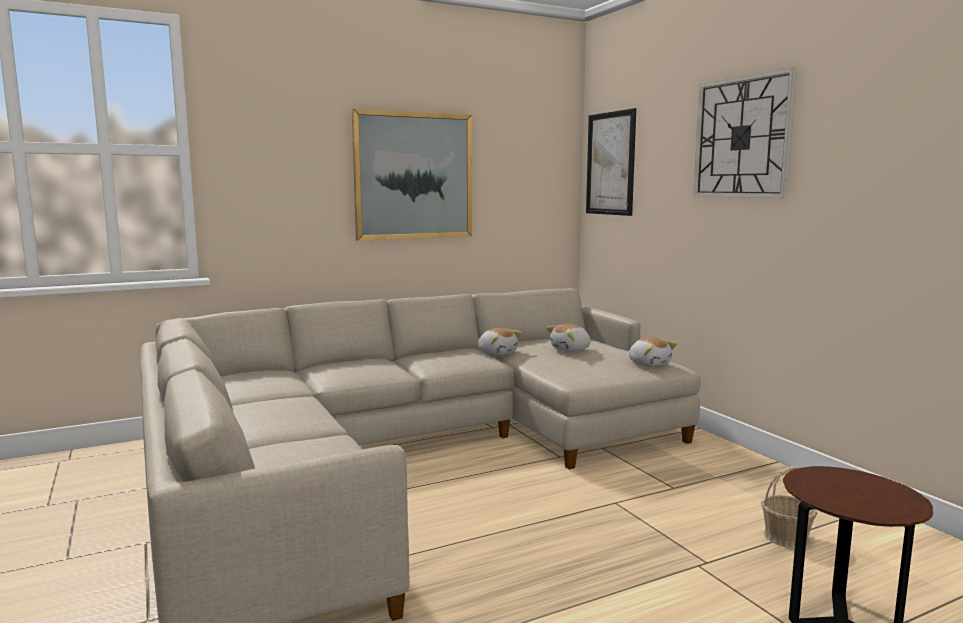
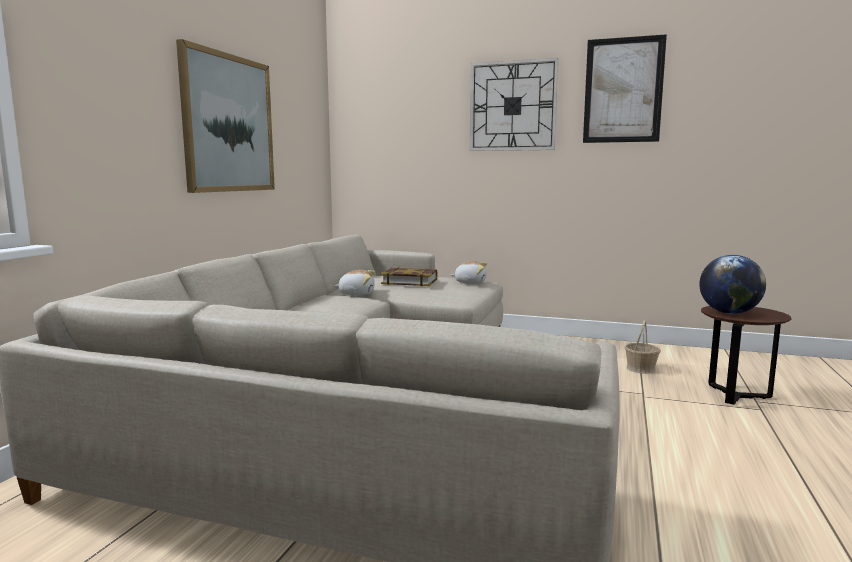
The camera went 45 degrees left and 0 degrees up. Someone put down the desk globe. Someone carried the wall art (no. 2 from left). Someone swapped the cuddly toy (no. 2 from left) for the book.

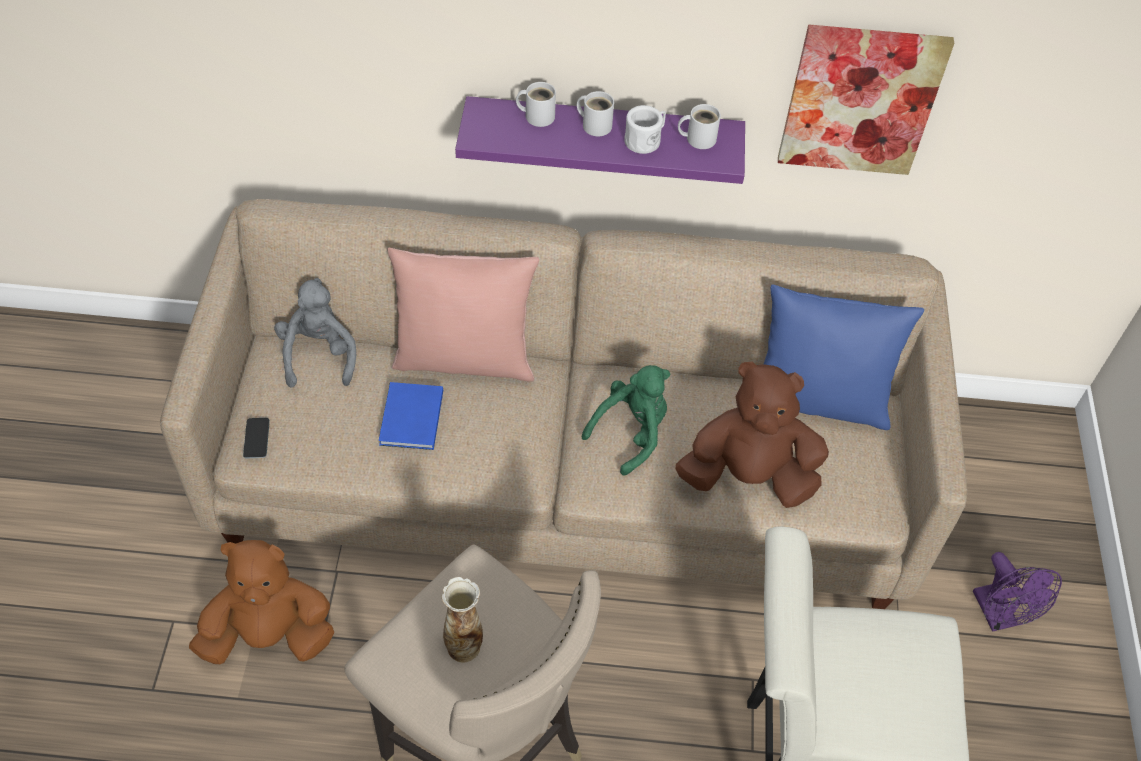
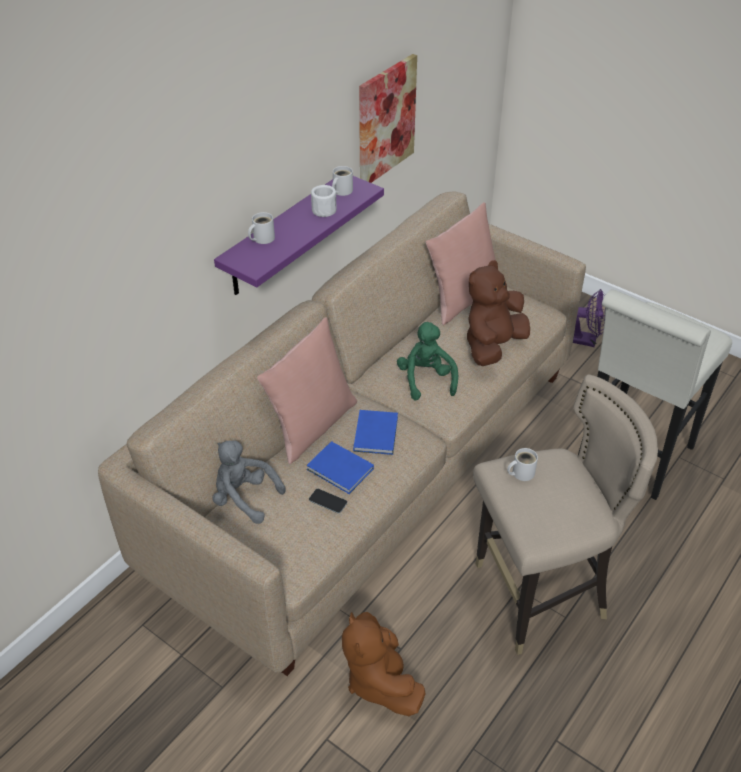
The camera went 55 degrees left and 10 degrees down. Someone took away the decorative vase. Someone put down the book in bluish (no. 2 from left). Someone carried the telephone. Someone carried the coffee mug in white-coloured (no. 2 from left in the first image). Someone repainted the pillow in bluish, which became the pillow in pinkish (no. 2 from left). Someone rotated the cuddly toy in brown (no. 1 from left) by 45 degrees counterclockwise.

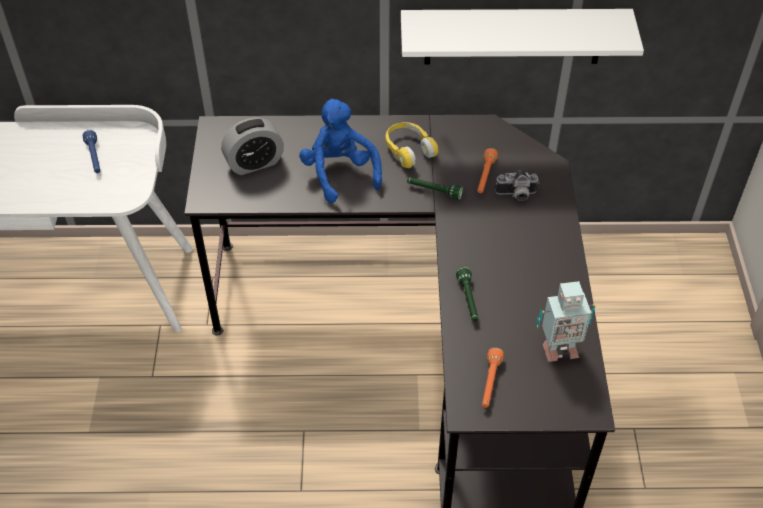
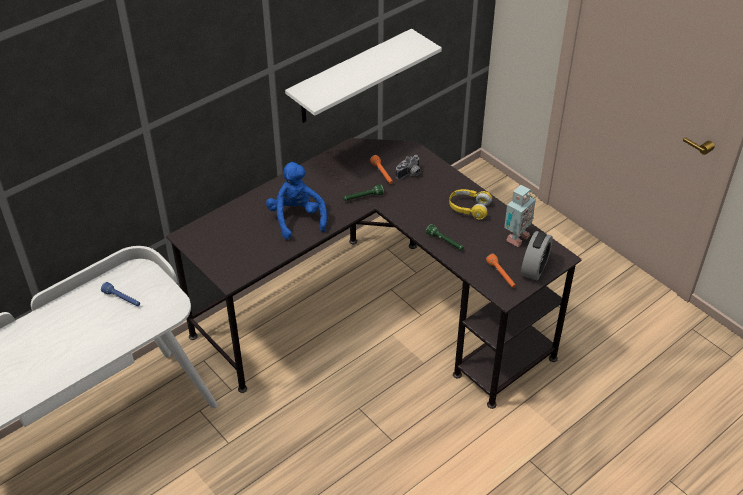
The camera went 40 degrees left and 5 degrees down. Someone carried the bedside clock. Someone carried the pair of headphones in yellow. Someone rotated the cuddly toy in bluish by 45 degrees clockwise.

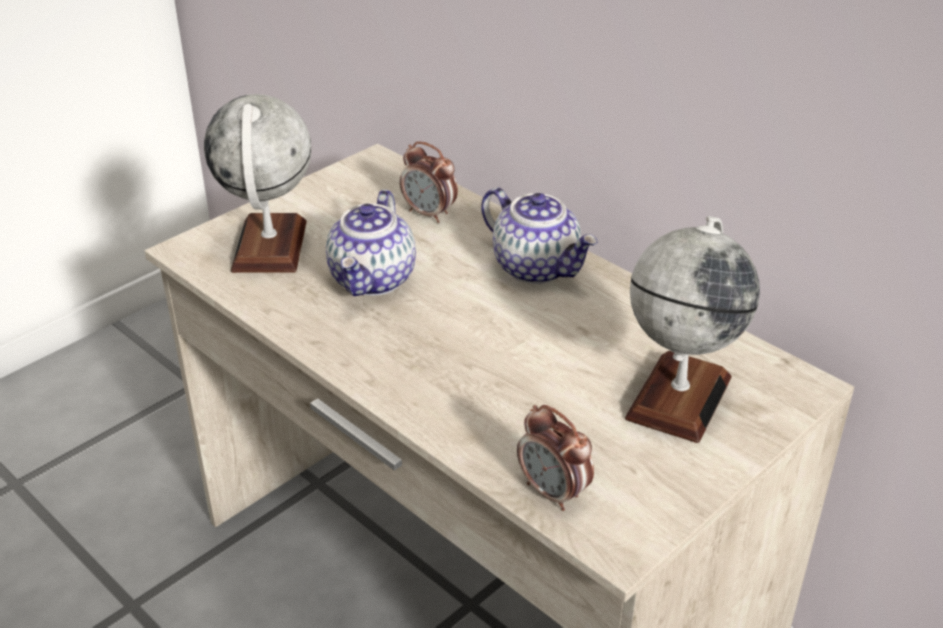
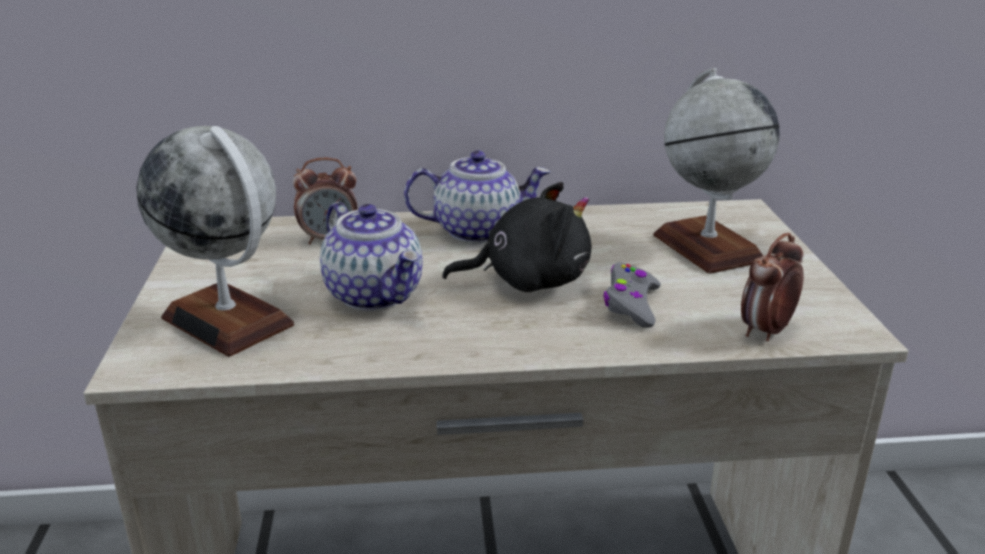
The camera went 50 degrees left and 10 degrees down. Someone put down the cuddly toy in black-coloured. Someone put down the gamepad in greyish. Someone rotated the bedside clock (no. 2 from left) by 135 degrees clockwise.

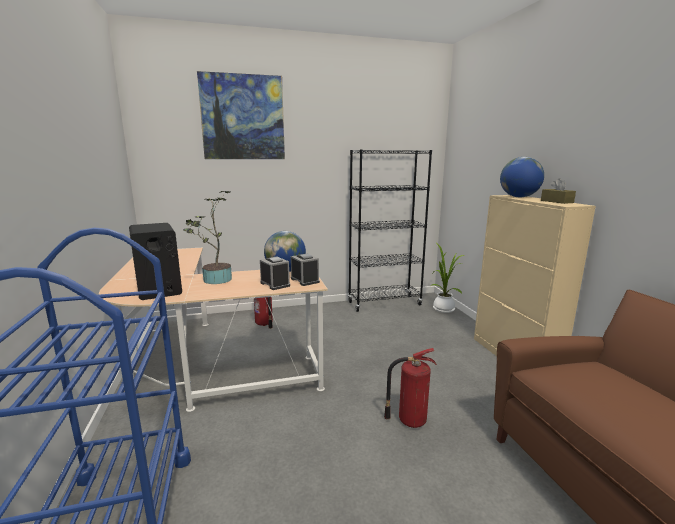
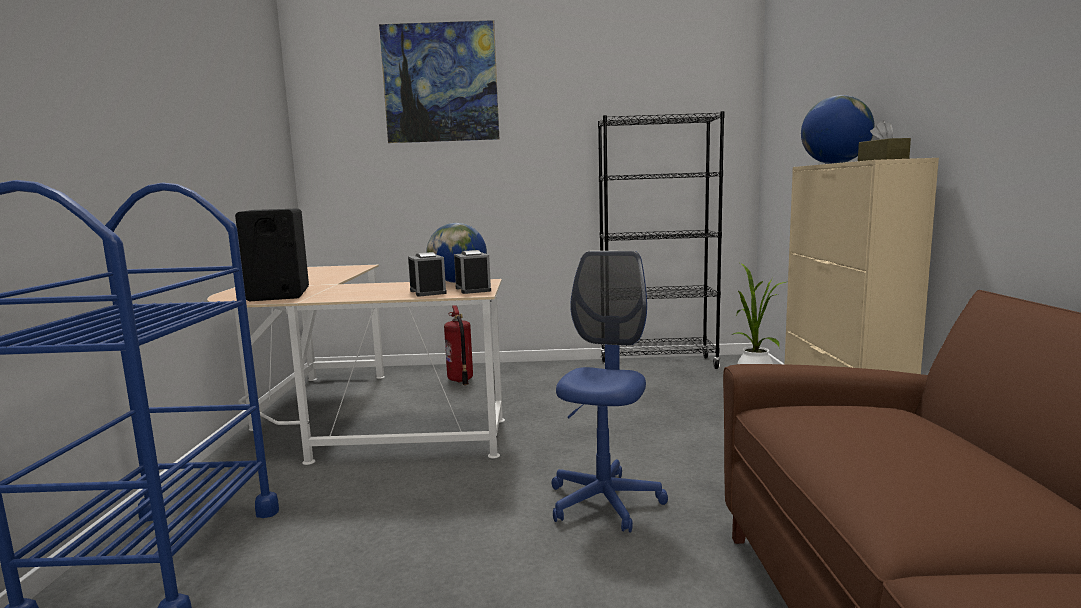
The camera went 15 degrees right and 5 degrees down. Someone took away the houseplant (no. 1 from left). Someone swapped the extinguisher (no. 2 from left) for the office chair in bluish.

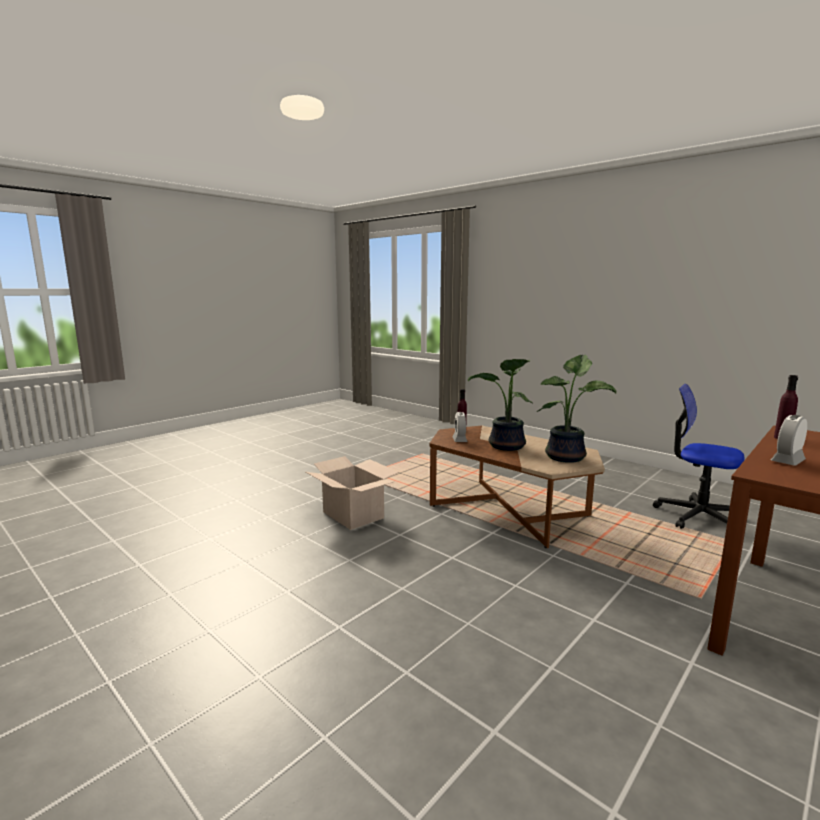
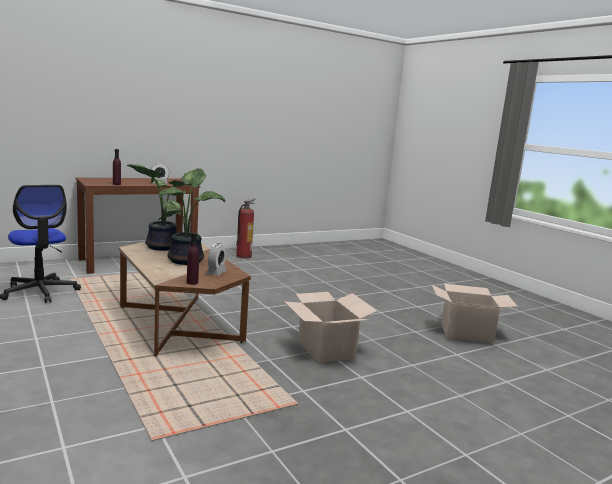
The camera went 165 degrees left and 0 degrees up. Someone put down the extinguisher. Someone put down the carton (no. 2 from left).

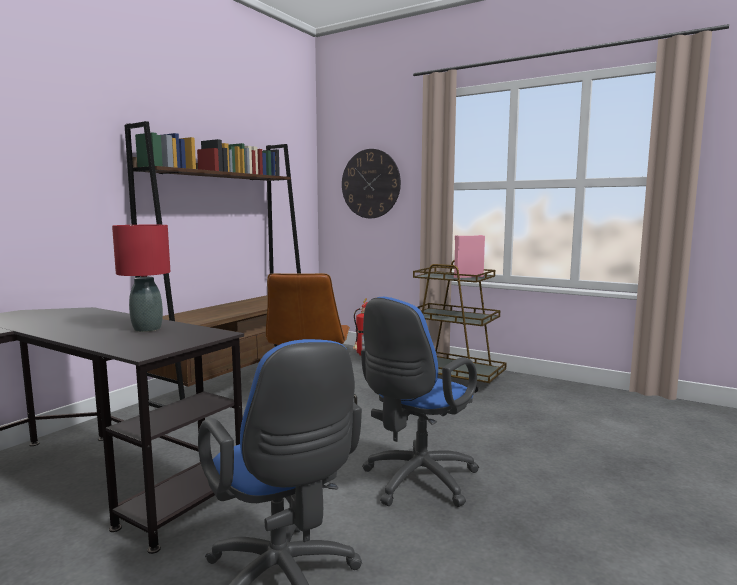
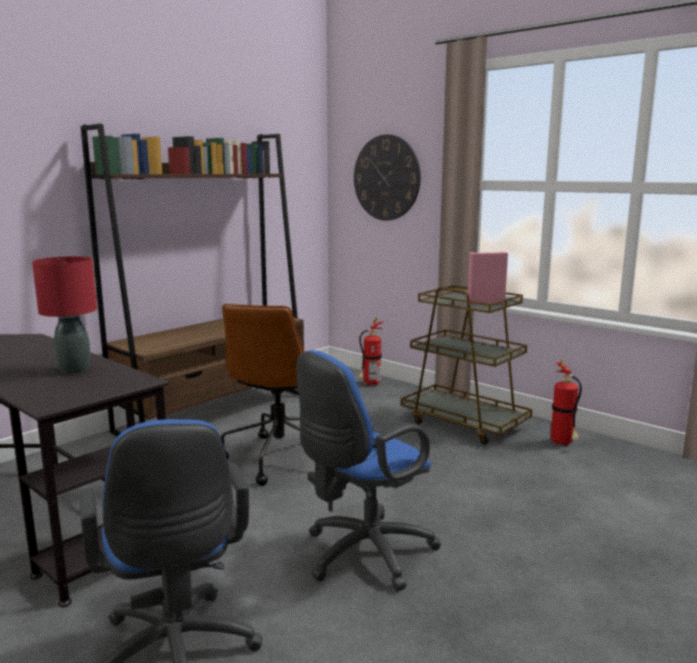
The camera went 10 degrees right and 5 degrees up. Someone put down the extinguisher (no. 2 from left).

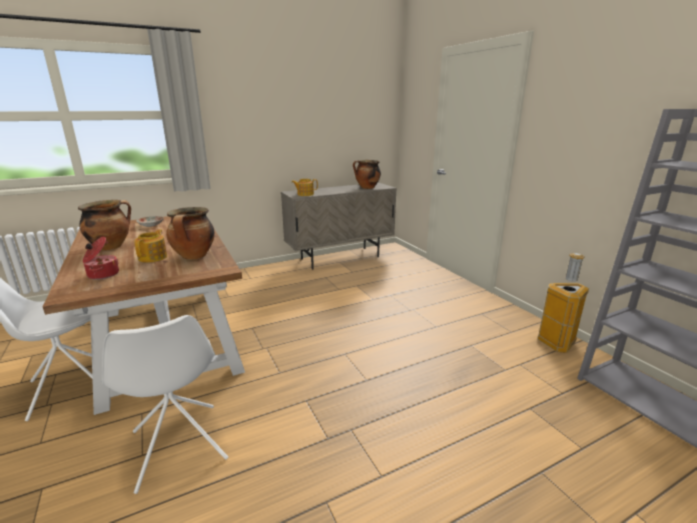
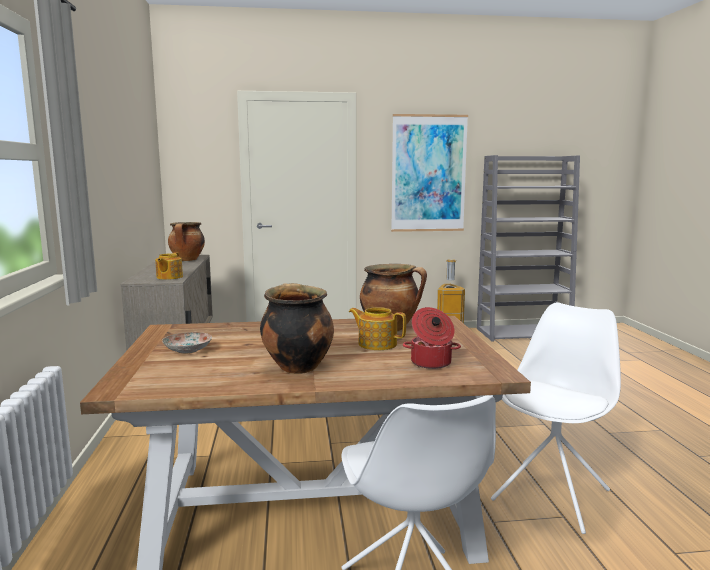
The camera went 70 degrees left and 10 degrees down. Someone put up the wall art. Someone rotated the plain chair in white-coloured (no. 2 from left) by 45 degrees counterclockwise.

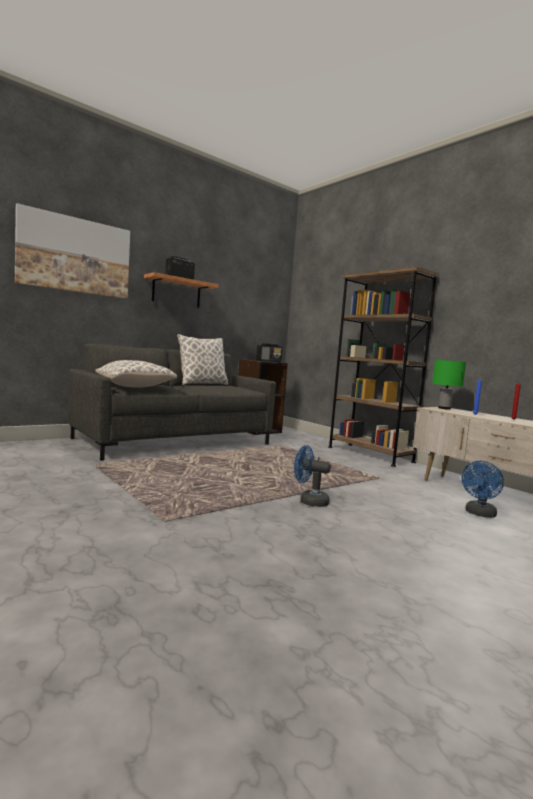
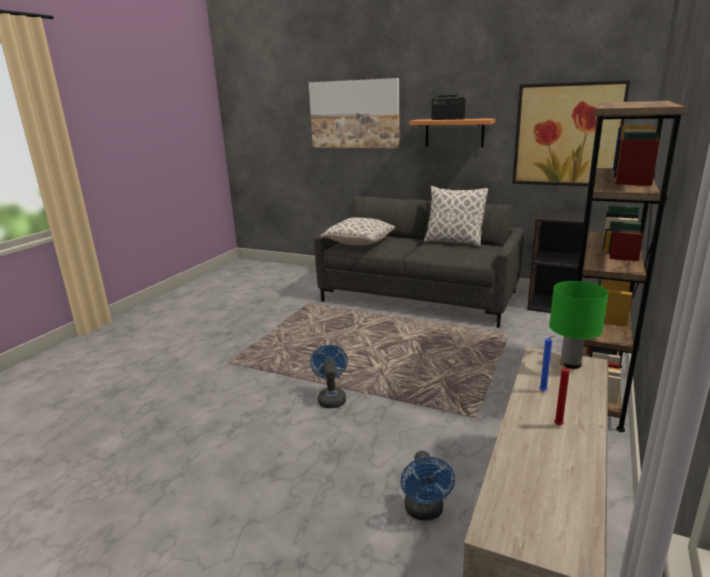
The camera went 65 degrees right and 15 degrees up. Someone took away the radio (no. 2 from left). Someone put up the wall art (no. 2 from left). Someone rotated the fan in bluish (no. 2 from left) by 105 degrees counterclockwise.

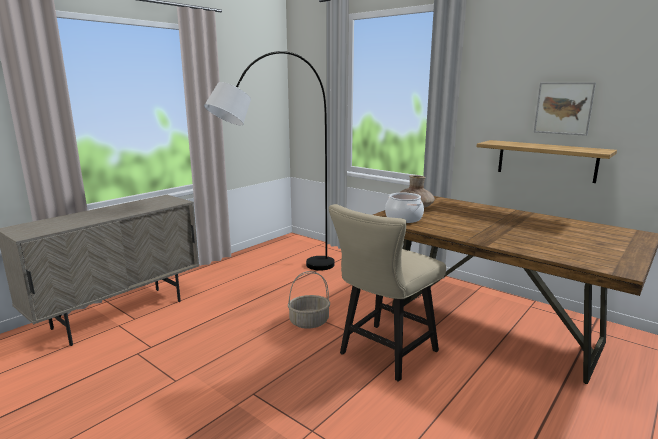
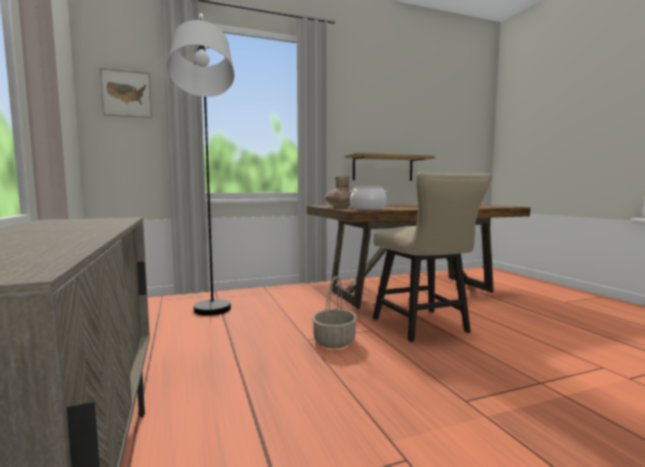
The camera went 60 degrees left and 10 degrees down. Someone carried the wall art.

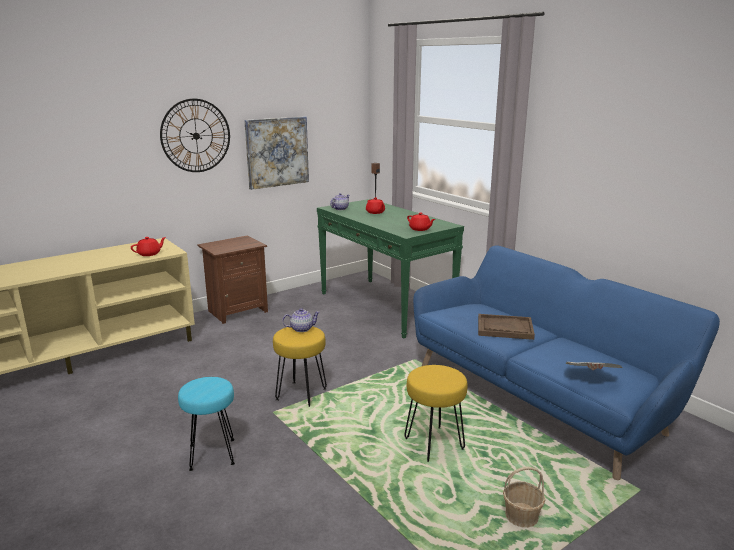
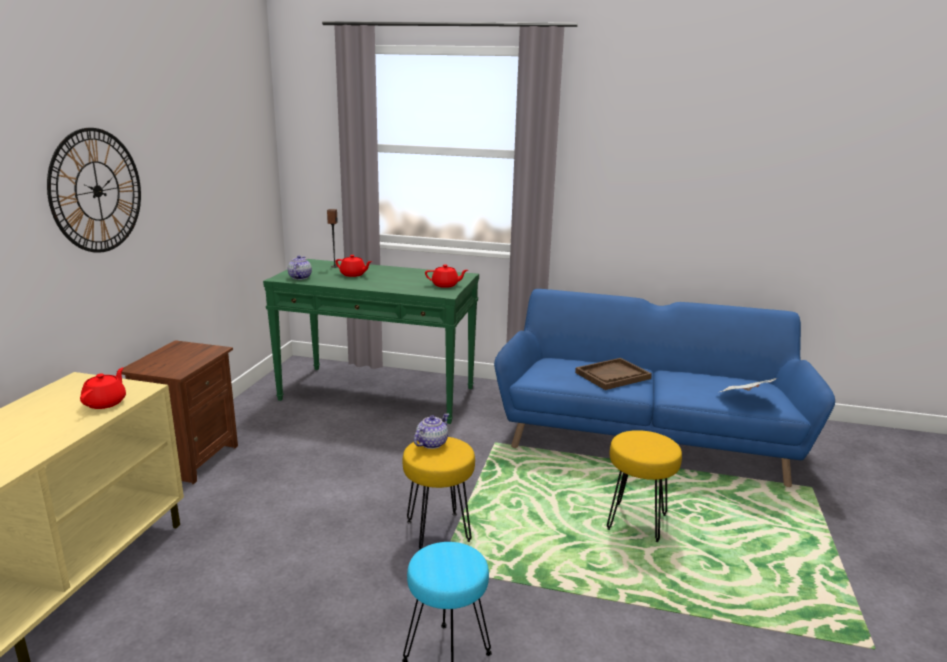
The camera went 40 degrees left and 0 degrees up. Someone took away the wall art. Someone took away the basket.

